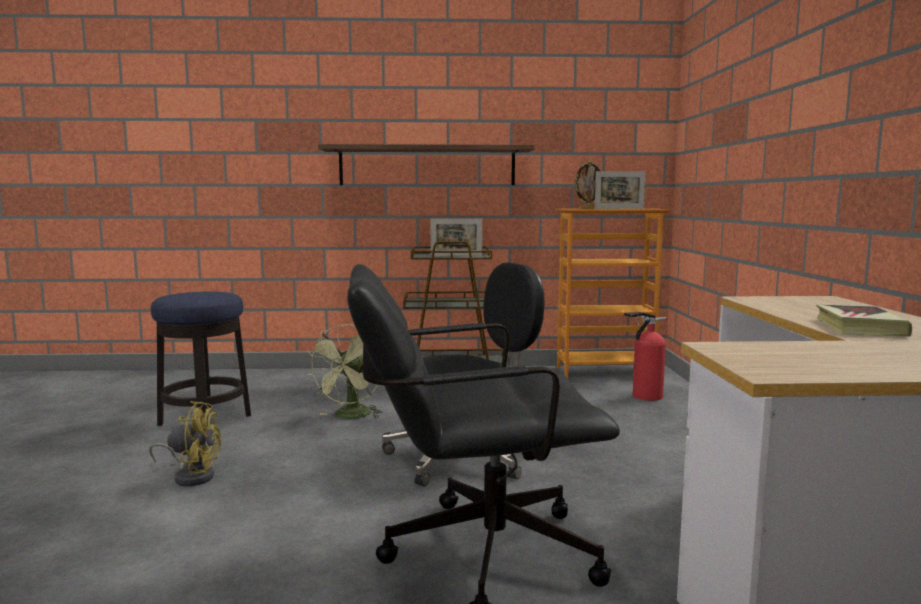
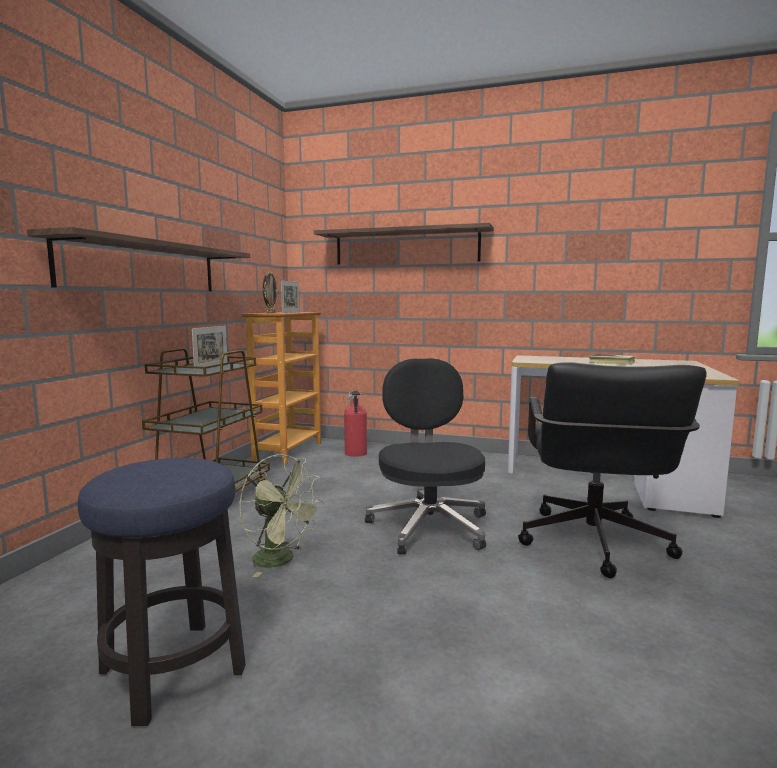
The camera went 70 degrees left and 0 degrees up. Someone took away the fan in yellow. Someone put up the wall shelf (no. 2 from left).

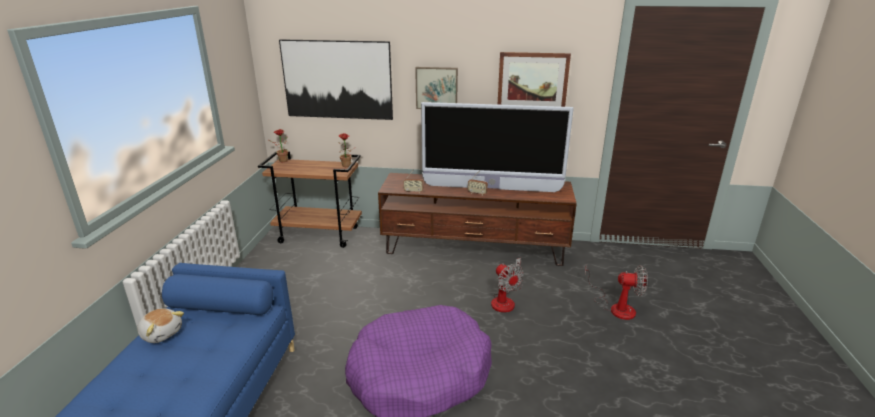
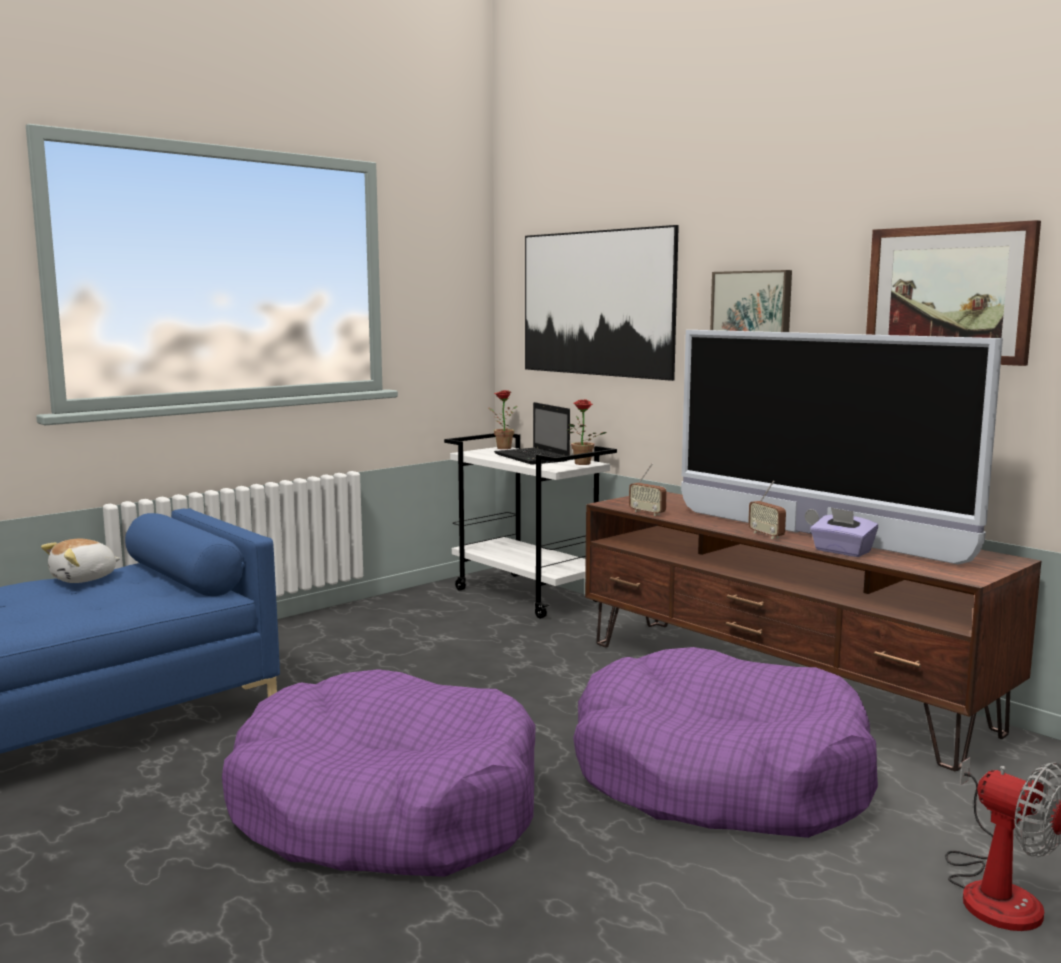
The camera went 40 degrees right and 15 degrees down. Someone put down the notebook computer. Someone put down the tissue box in purple. Someone swapped the fan (no. 1 from left) for the pet bed in purple (no. 2 from left). Someone repainted the trolley in brown, which became the trolley in white-coloured. Someone rotated the cuddly toy by 60 degrees clockwise.

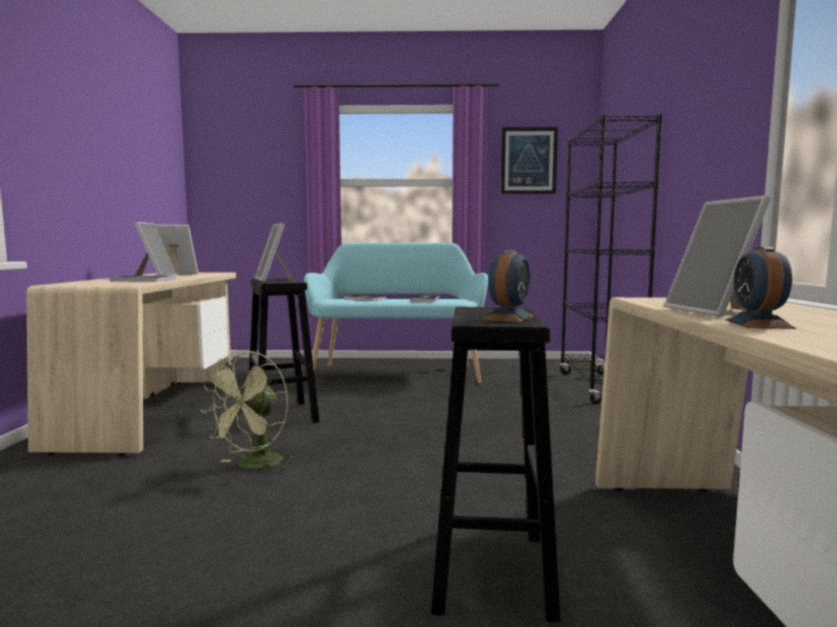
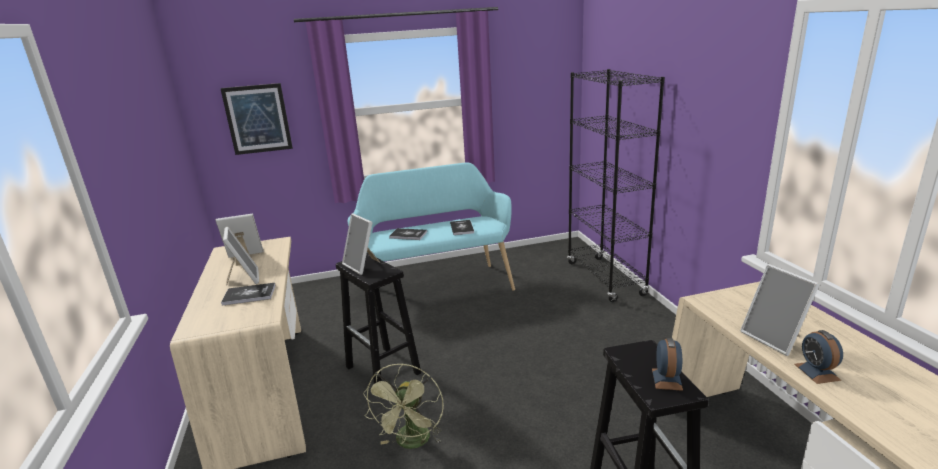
The camera went 15 degrees left and 15 degrees up. Someone carried the wall art.

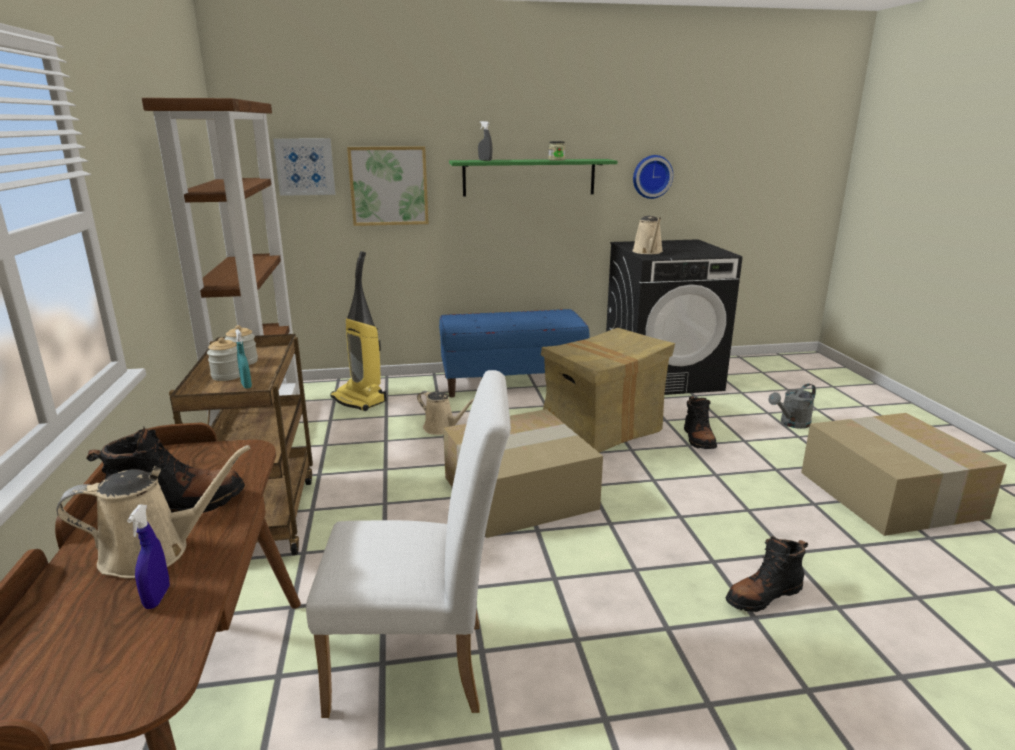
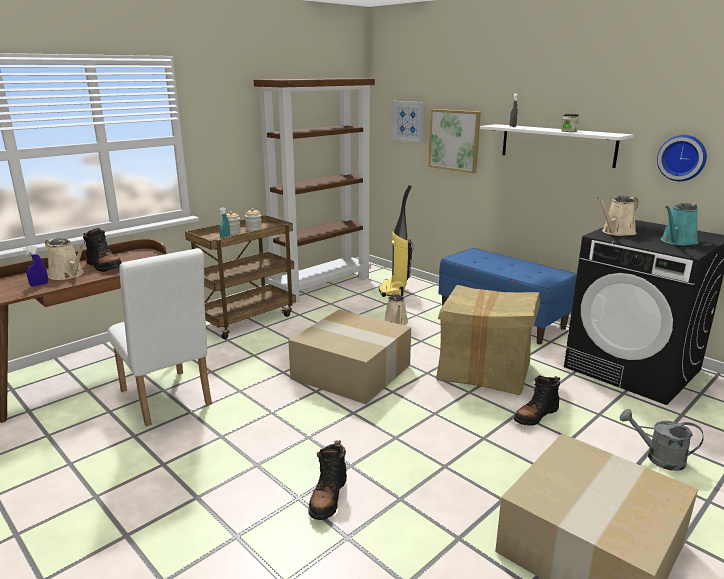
The camera went 55 degrees right and 0 degrees up. Someone put down the watering can in turquoise. Someone repainted the wall shelf in greenish, which became the wall shelf in white-coloured. Someone rotated the boot in black-coloured (no. 3 from left in the first image) by 105 degrees counterclockwise.

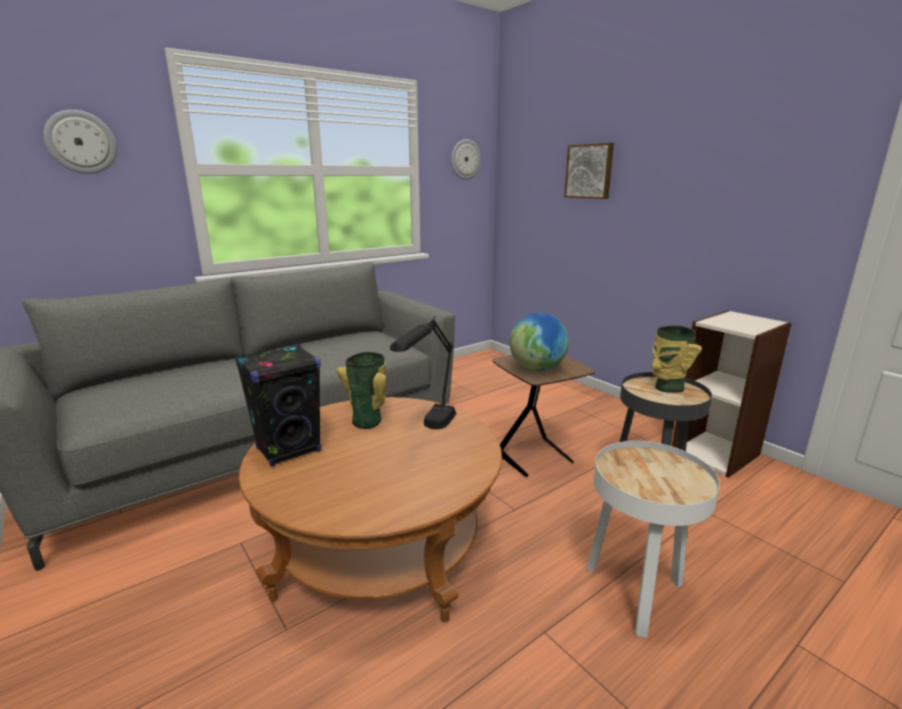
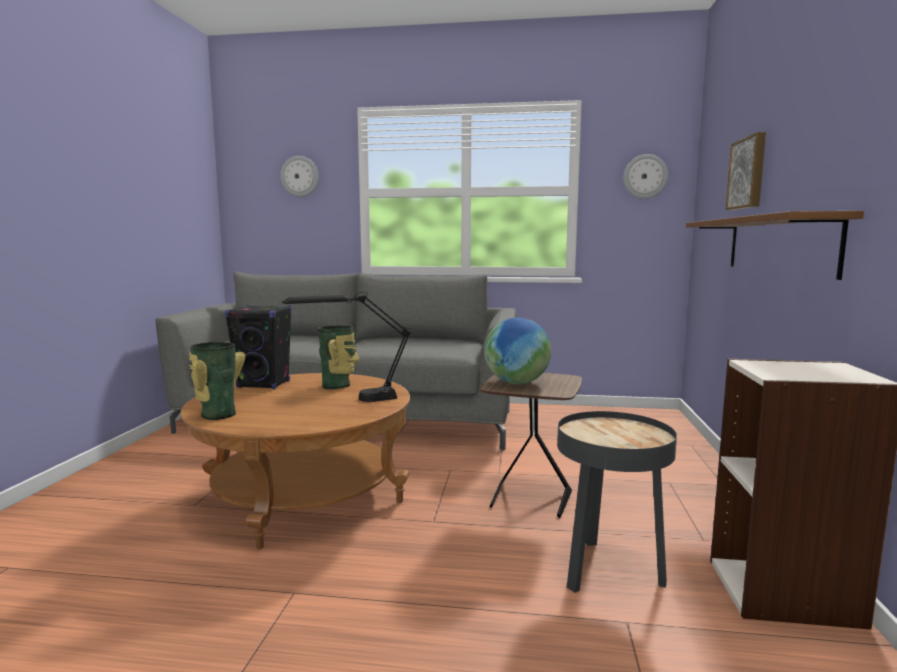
The camera went 45 degrees right and 10 degrees down. Someone took away the end table in white-coloured. Someone put up the wall shelf in brown. Someone carried the decorative vase (no. 2 from left in the first image).

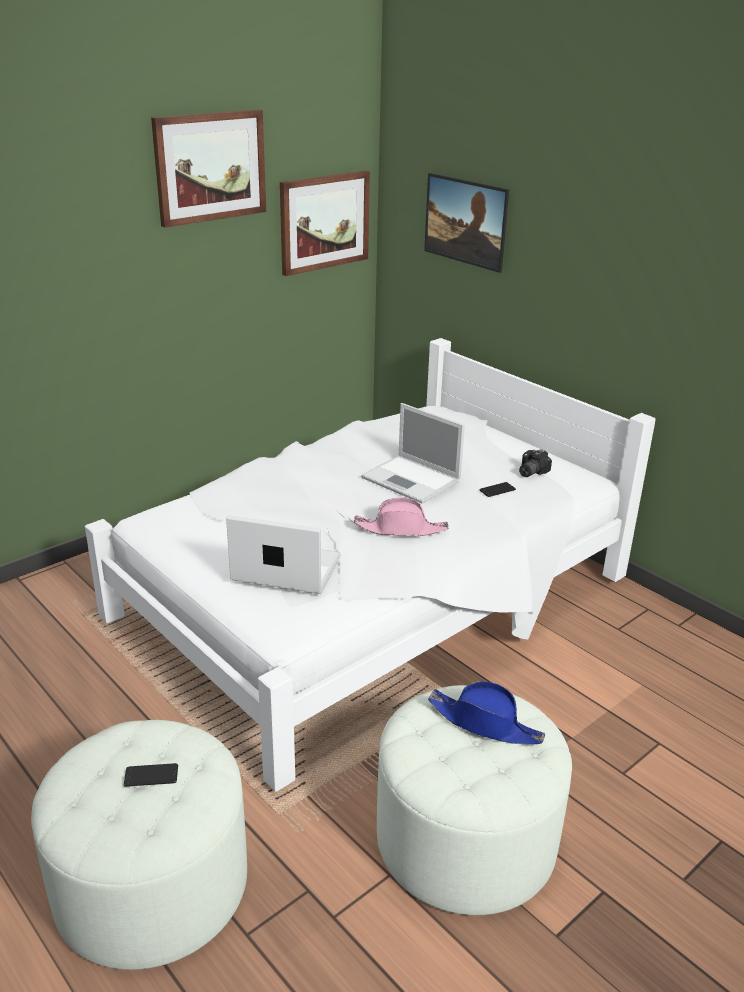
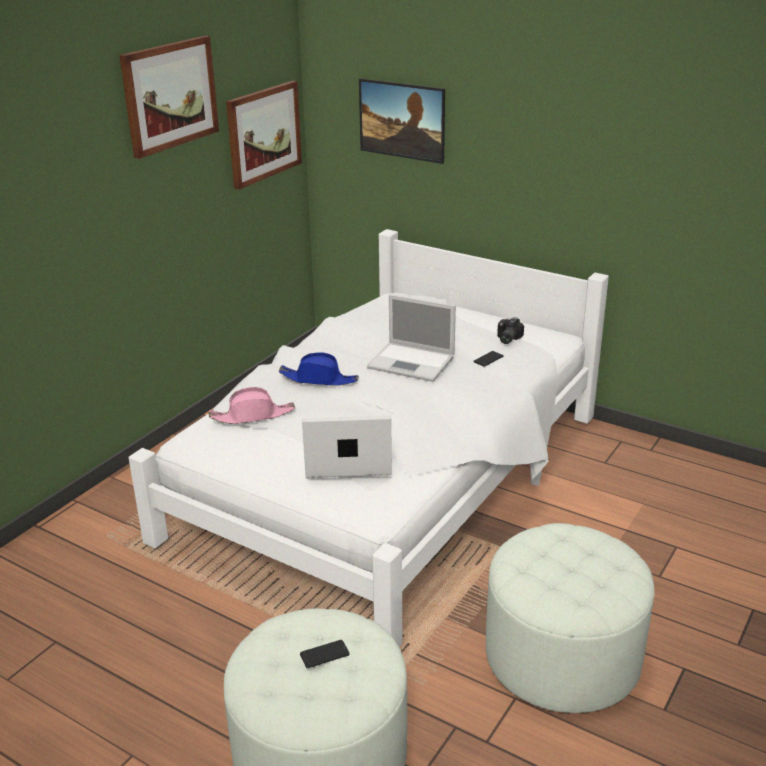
The camera went 15 degrees left and 0 degrees up. Someone carried the hat in pinkish. Someone carried the hat in bluish.

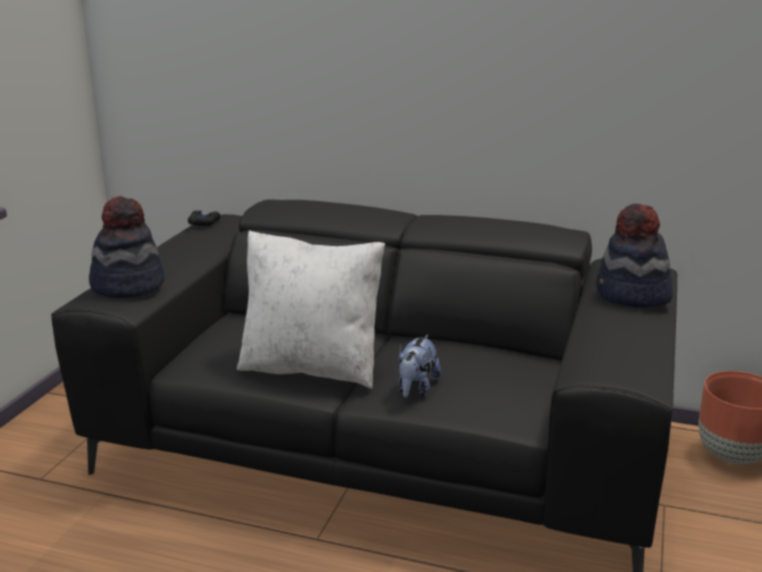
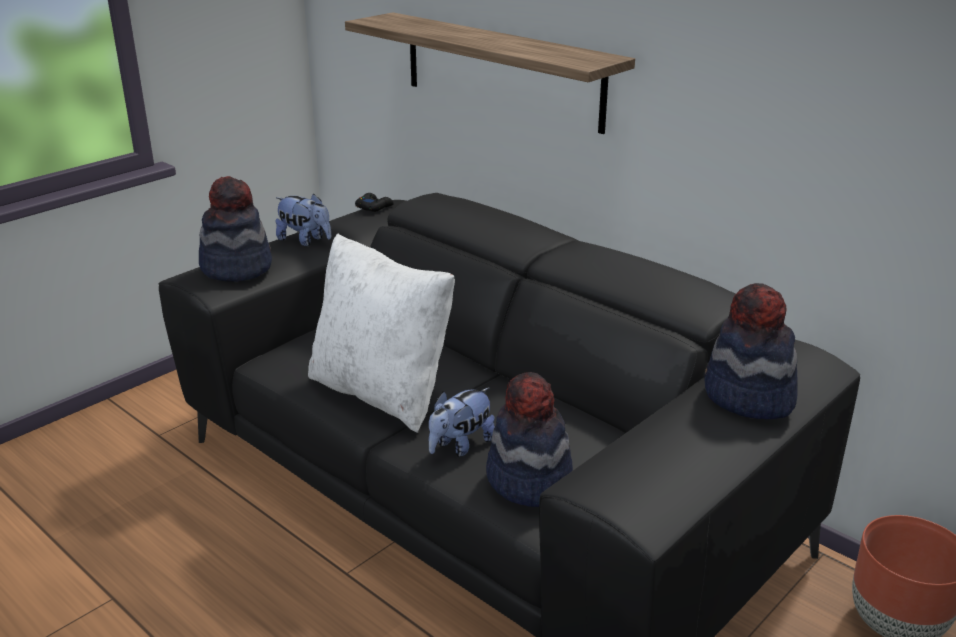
The camera went 25 degrees right and 5 degrees up. Someone put down the cuddly toy (no. 1 from left). Someone put up the wall shelf. Someone put down the hat (no. 2 from left).

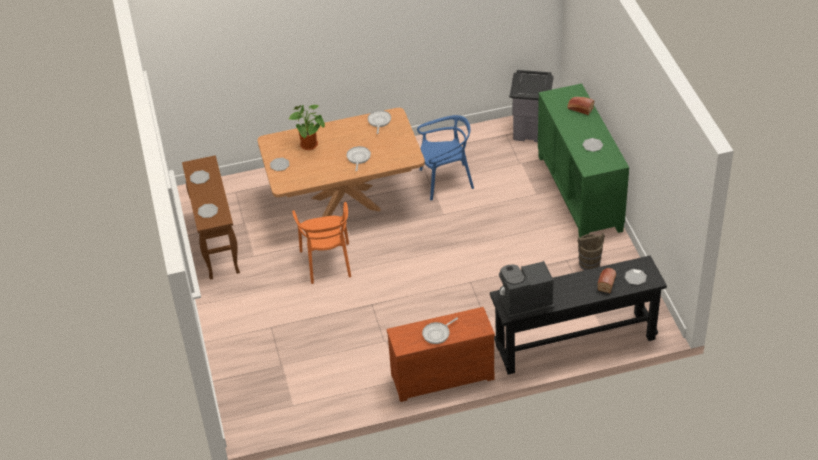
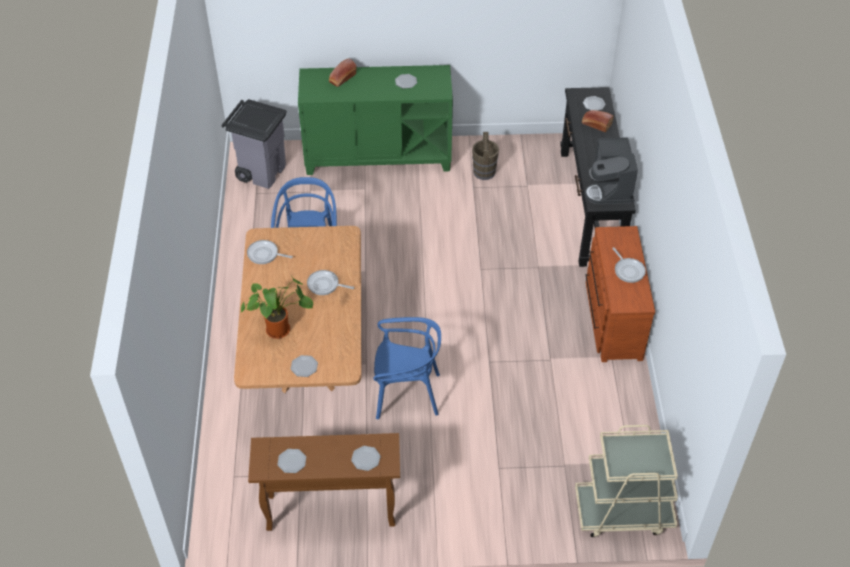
The camera went 80 degrees left and 5 degrees up. Someone put down the trolley in sand-coloured. Someone repainted the plain chair in orange-coloured, which became the plain chair in bluish (no. 2 from left).

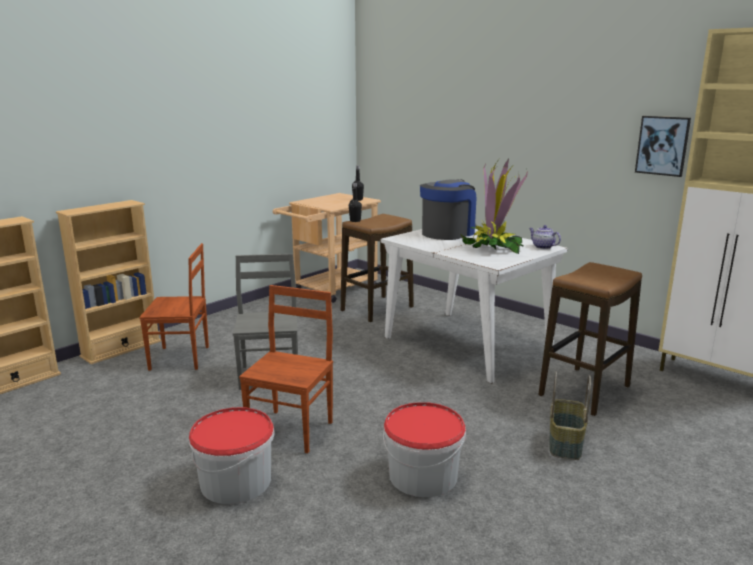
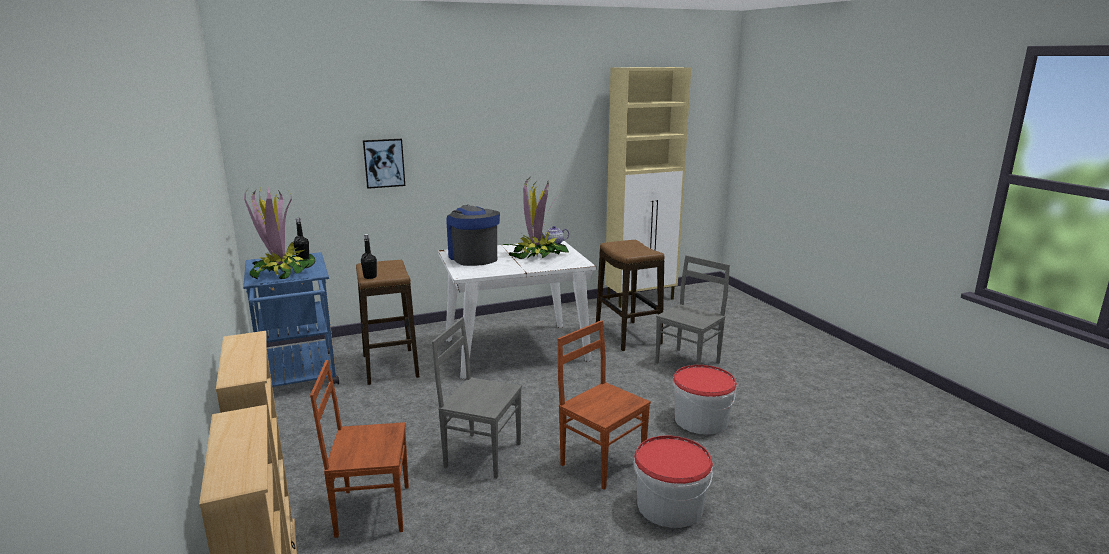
The camera went 65 degrees left and 0 degrees up. Someone put down the houseplant (no. 1 from left). Someone carried the wall art. Someone swapped the basket for the plain chair in greyish (no. 2 from left). Someone repainted the trolley in sand-coloured, which became the trolley in bluish. Someone rotated the plain chair in brown (no. 1 from left) by 120 degrees counterclockwise.

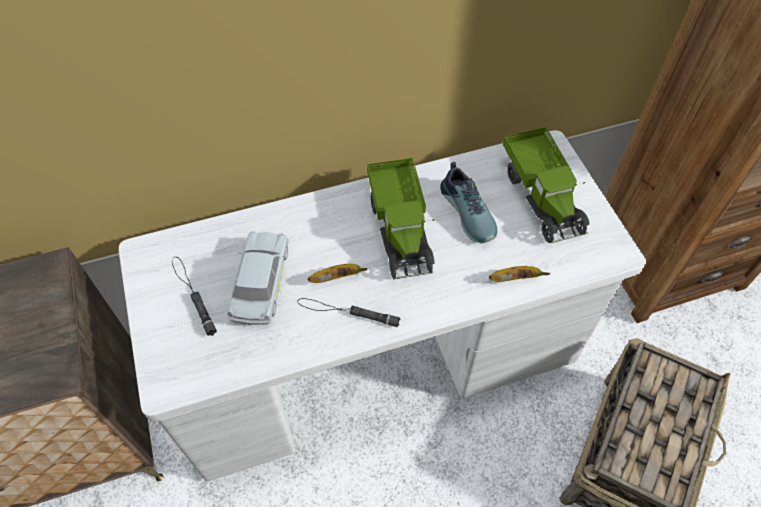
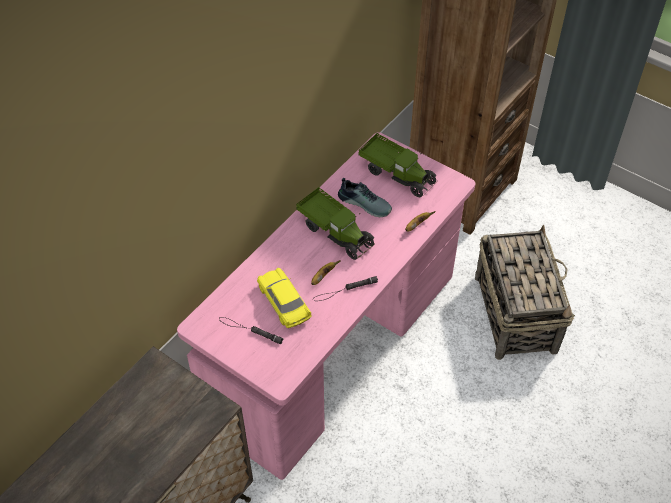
The camera went 35 degrees left and 5 degrees down. Someone repainted the desk in white-coloured, which became the desk in pinkish. Someone repainted the miniature car in white-coloured, which became the miniature car in yellow.

